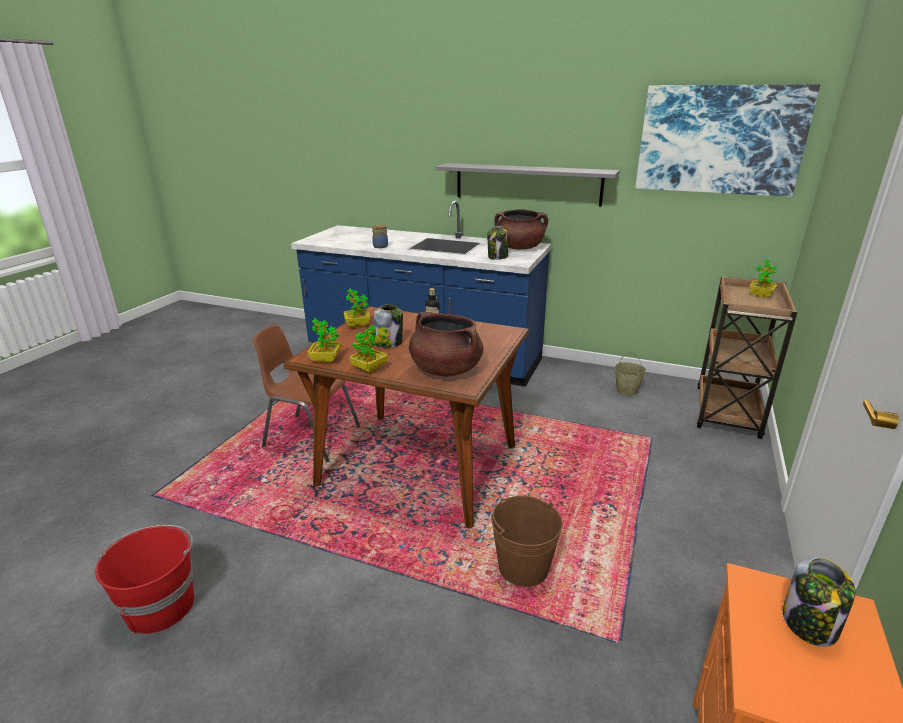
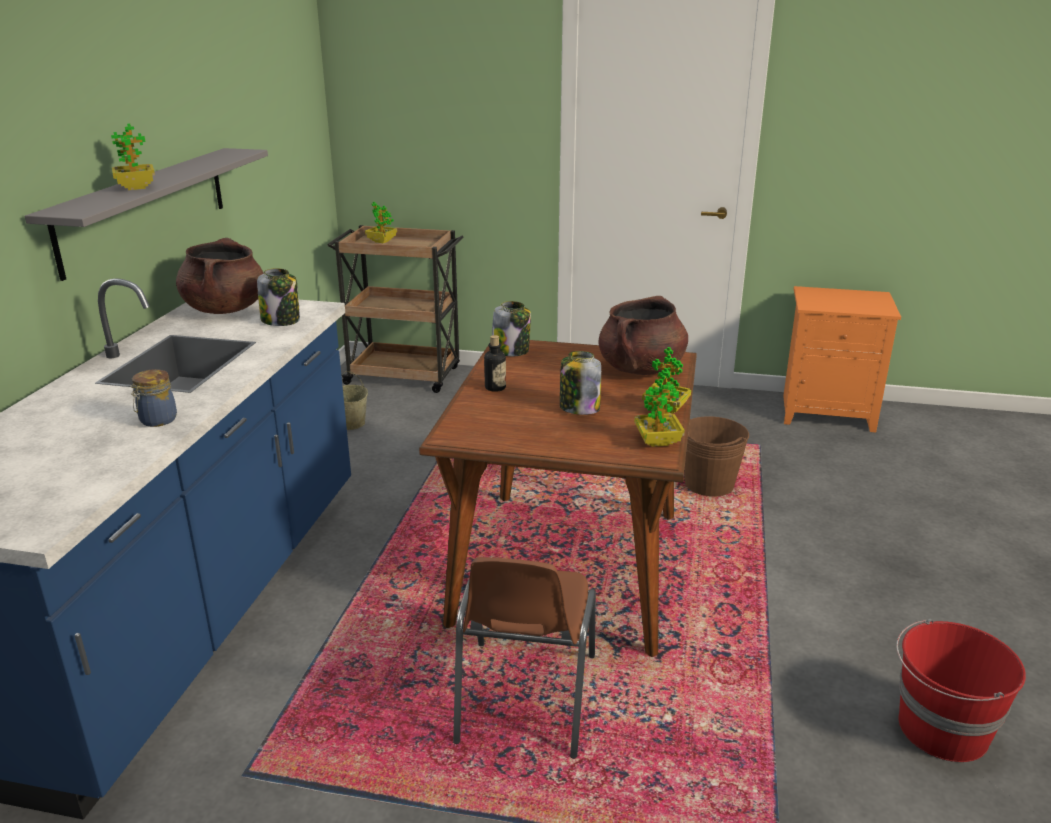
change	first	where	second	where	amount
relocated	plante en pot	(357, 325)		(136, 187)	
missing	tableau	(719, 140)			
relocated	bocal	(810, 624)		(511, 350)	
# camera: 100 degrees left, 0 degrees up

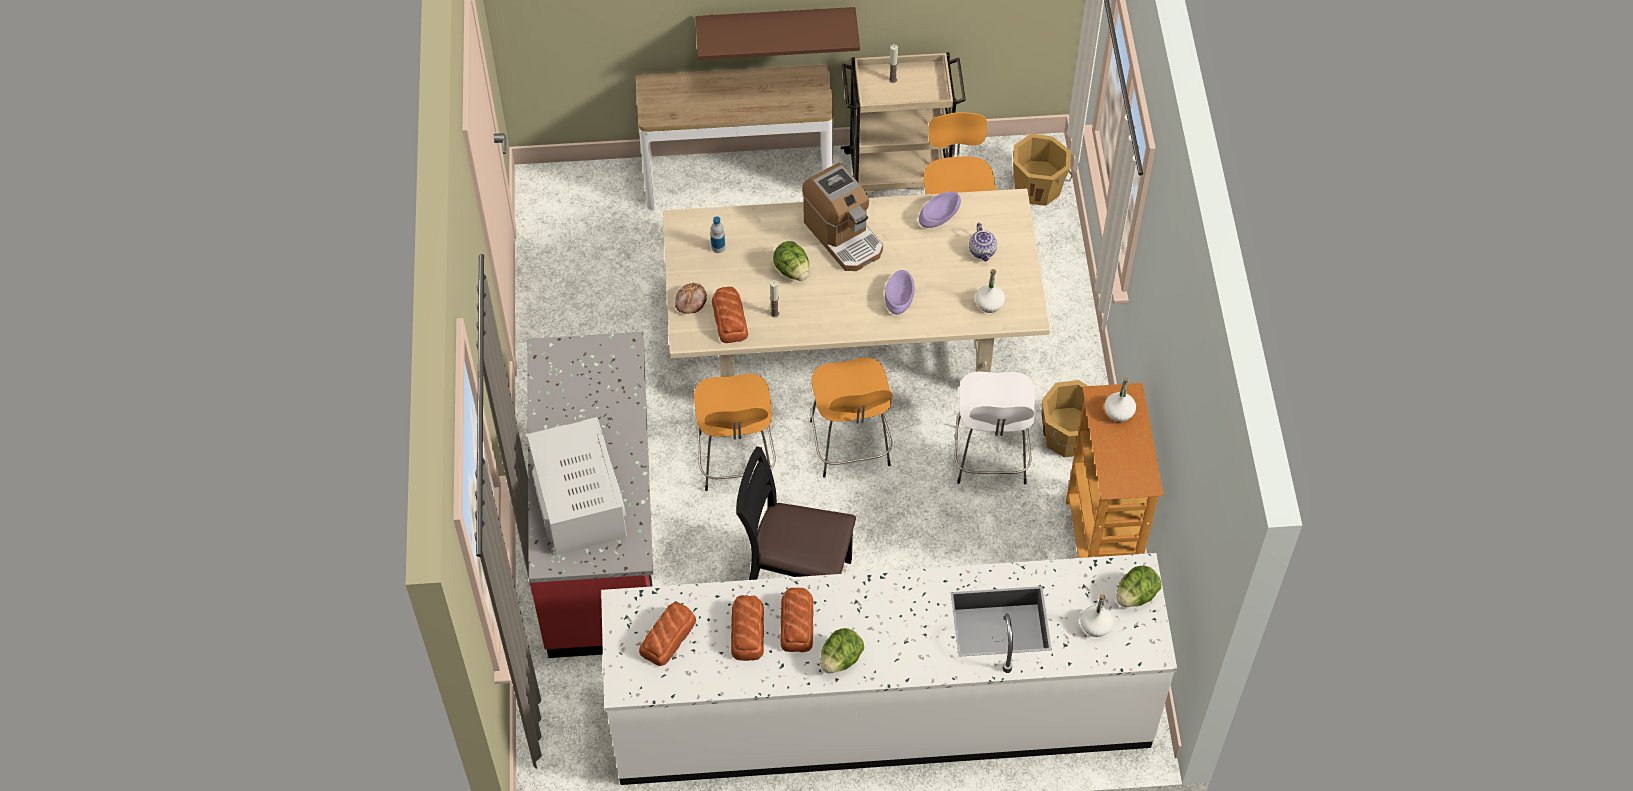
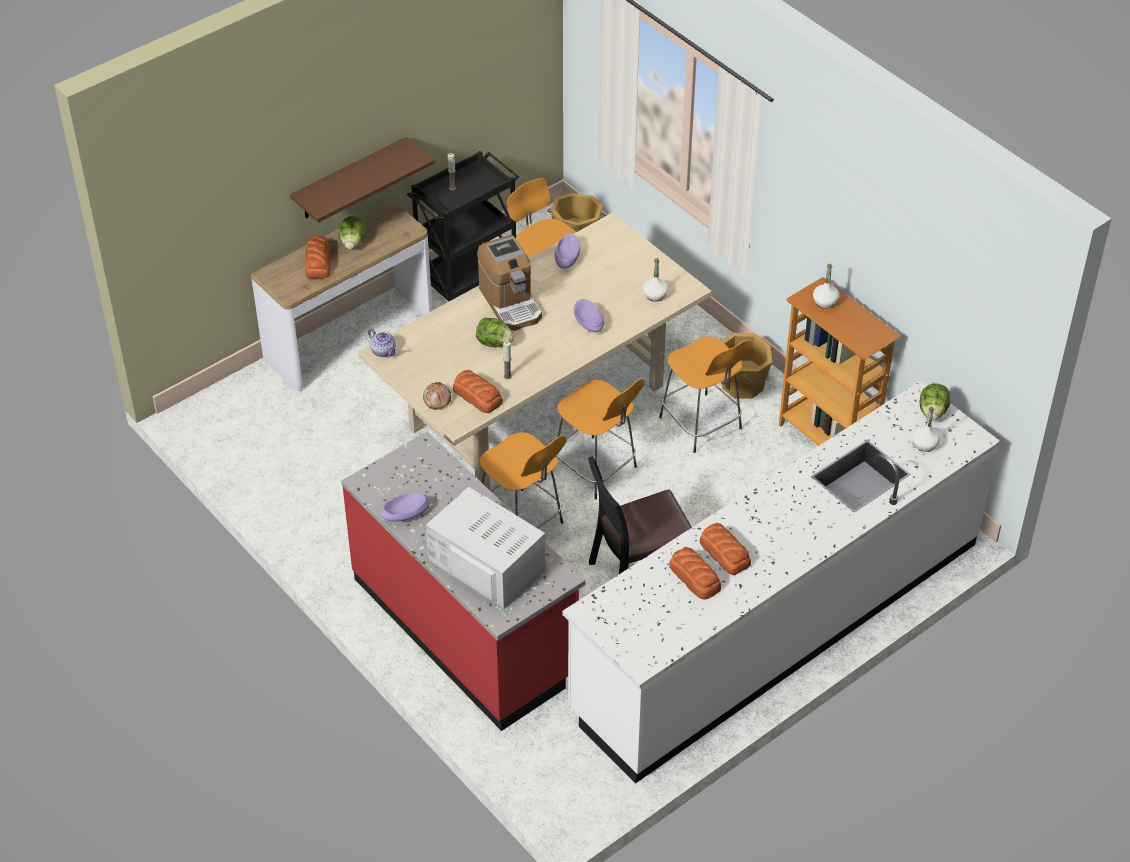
change	first	where	second	where	amount
relocated	pain	(668, 636)		(318, 262)	
missing	bouteille	(718, 247)			
spun	machine à café	(843, 236)		(510, 303)	45 degrees clockwise
relocated	laitue	(841, 659)		(353, 243)	
colour	chariot [beige]	(899, 172)	chariot [noir]	(467, 277)	
colour	tabouret [blanc]	(990, 458)	tabouret [orange]	(702, 425)	
relocated	théière	(983, 251)		(384, 351)	
appeared			bol [violet]	(405, 514)	
# camera: 35 degrees left, 10 degrees down

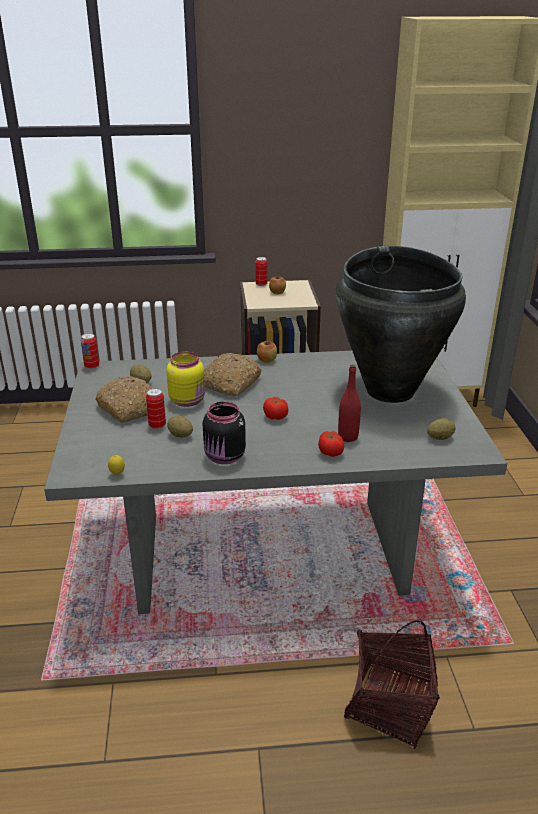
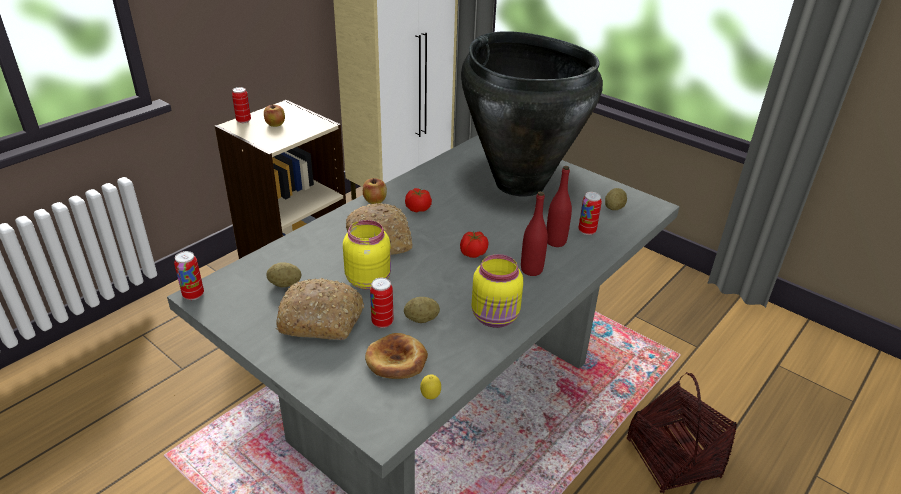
change	first	where	second	where	amount
colour	bocal [noir]	(225, 457)	bocal [jaune]	(496, 317)	
relocated	tomate	(330, 453)		(418, 209)	
appeared			pain	(396, 360)	
appeared			bouteille [rouge]	(531, 270)	
appeared			boîte métallique	(587, 231)	
# camera: 45 degrees left, 5 degrees up

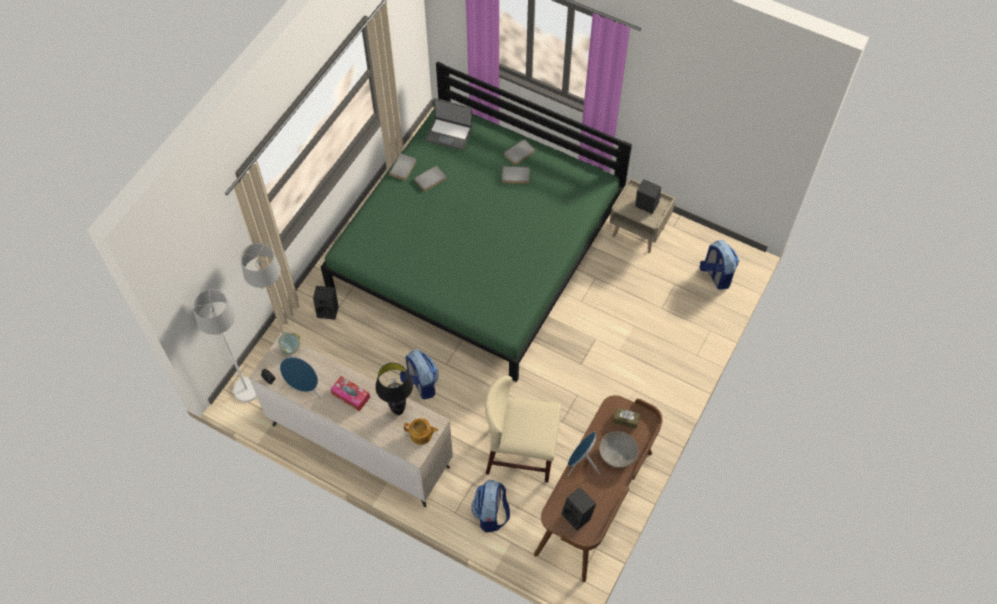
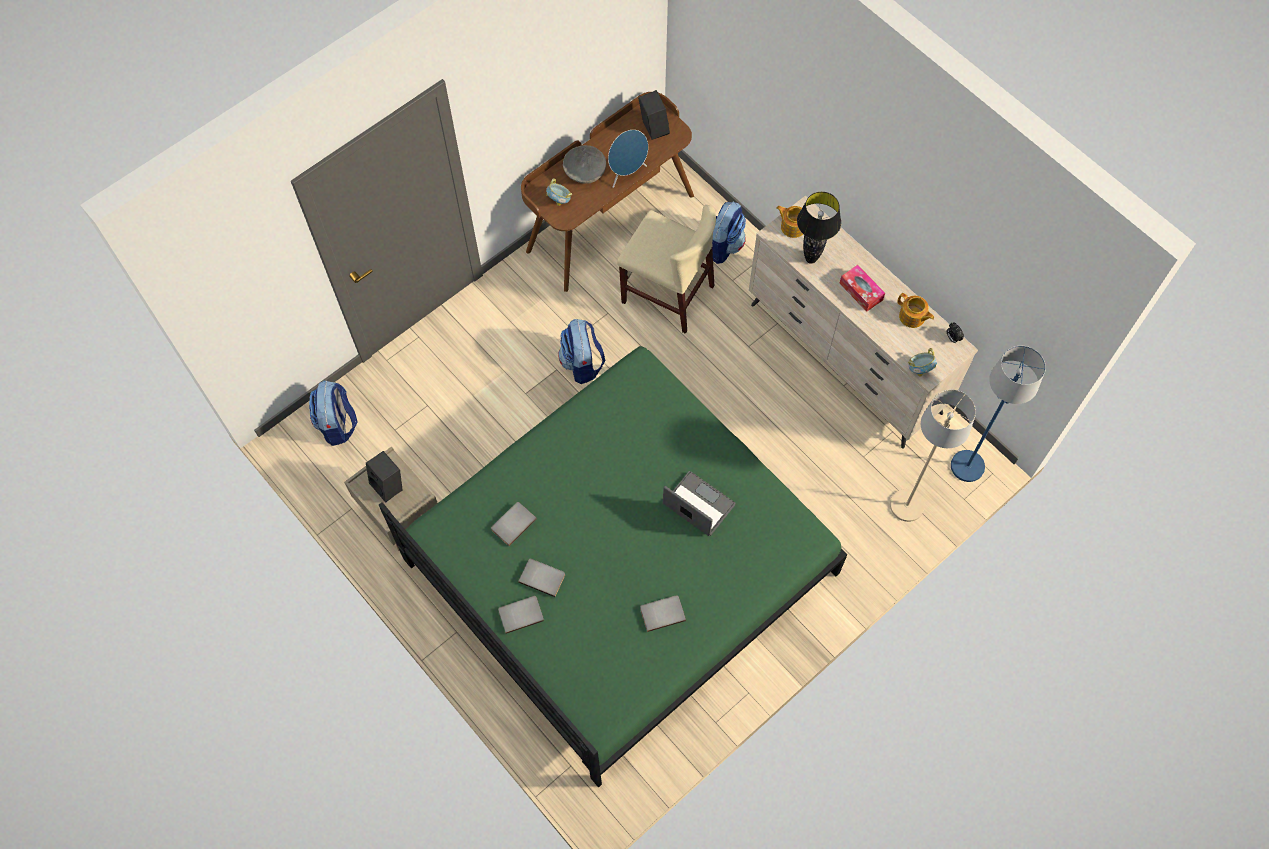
change	first	where	second	where	amount
colour	lampadaire [blanc]	(246, 390)	lampadaire [bleu]	(967, 466)	
exchanged	enceinte [bleu]	(305, 387)	théière	(912, 317)	
missing	enceinte [noir]	(328, 310)			
relocated	livre [gris]	(404, 168)		(512, 523)	
relocated	sac à dos	(421, 384)		(582, 364)	
relocated	ordinateur portable	(449, 133)		(698, 505)	
exchanged	boîte à mouchoirs [marron]	(625, 420)	bol	(559, 200)	
# camera: 160 degrees left, 5 degrees up

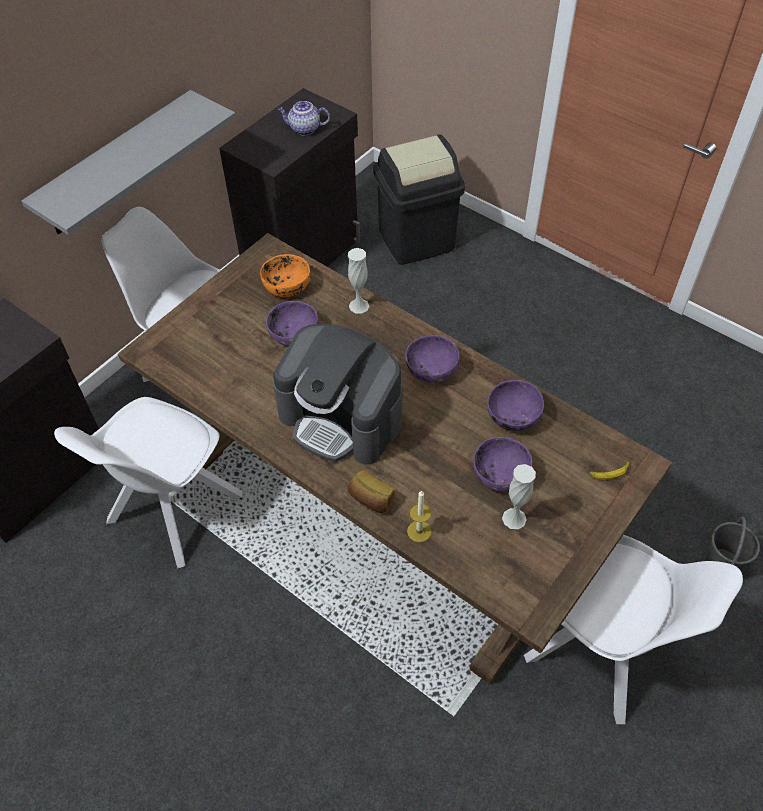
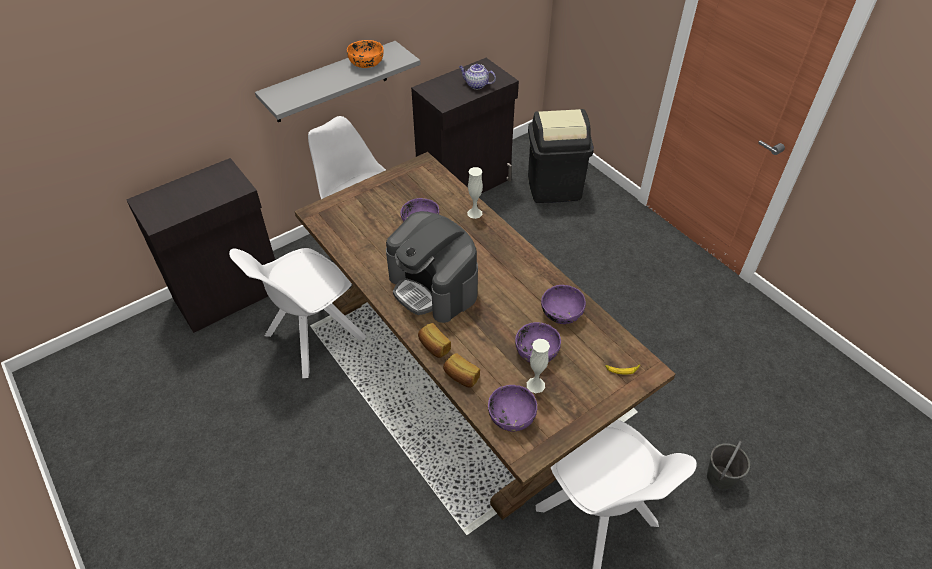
change	first	where	second	where	amount
relocated	bol [orange]	(287, 286)		(367, 63)	
relocated	bol [violet]	(431, 369)		(511, 416)	
exchanged	bougie	(419, 531)	pain	(461, 377)	
# camera: 15 degrees right, 5 degrees down

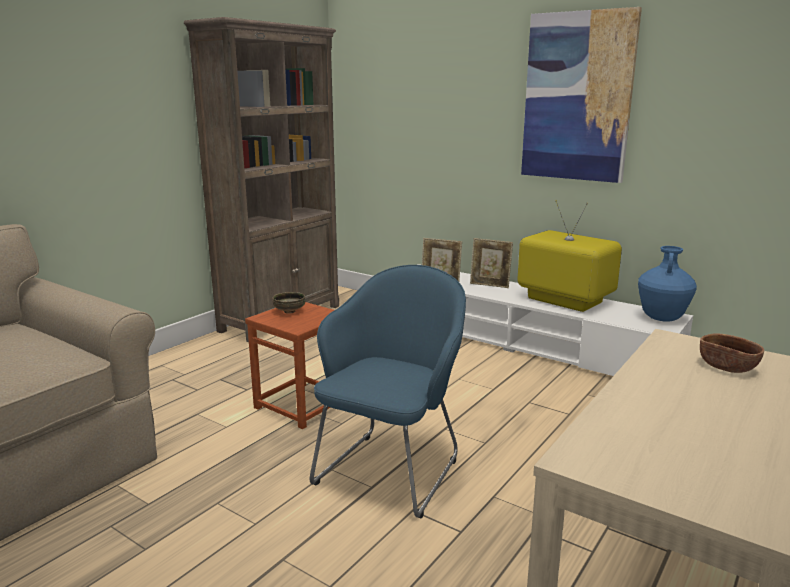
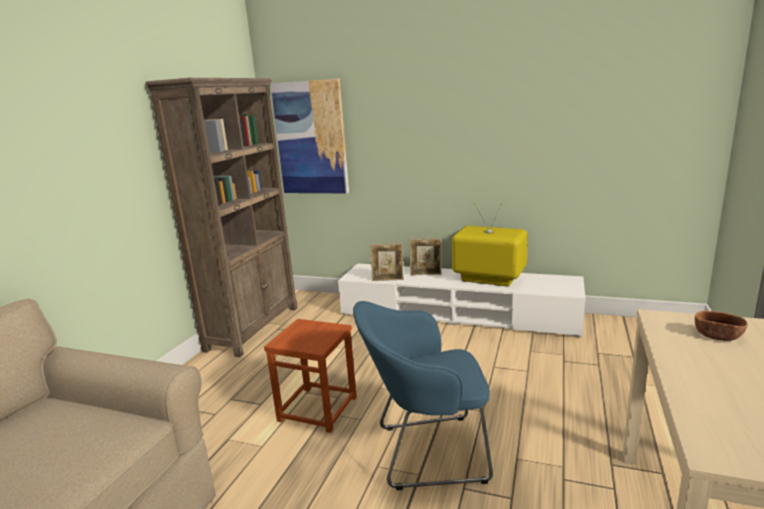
change	first	where	second	where	amount
missing	bol	(289, 312)			
spun	fauteuil [bleu]	(392, 468)		(425, 452)	105 degrees counterclockwise
relocated	tableau	(577, 97)		(311, 138)	
missing	vase [bleu]	(661, 318)			
# camera: 15 degrees left, 0 degrees up

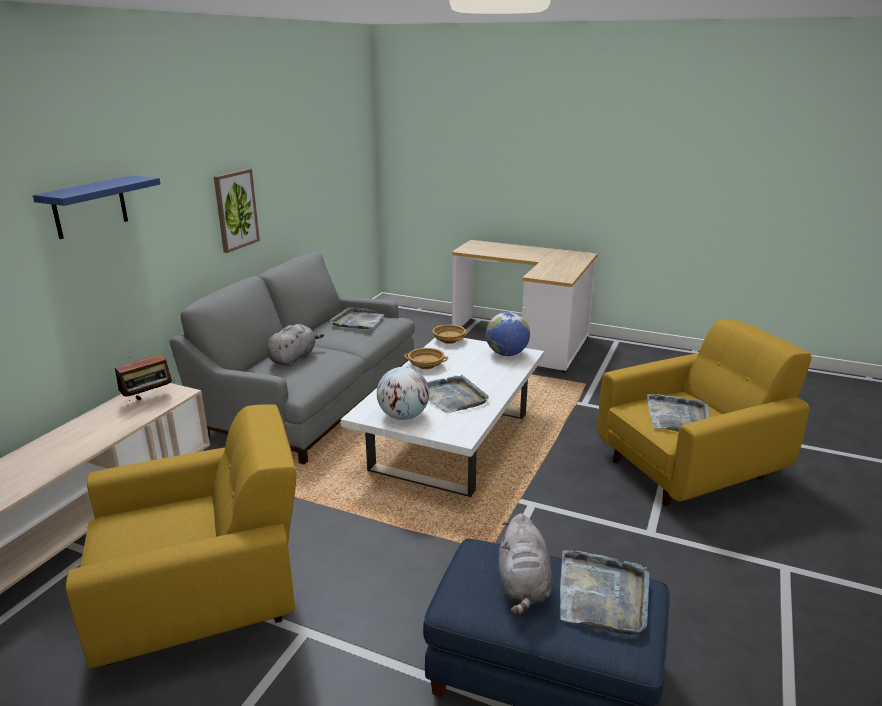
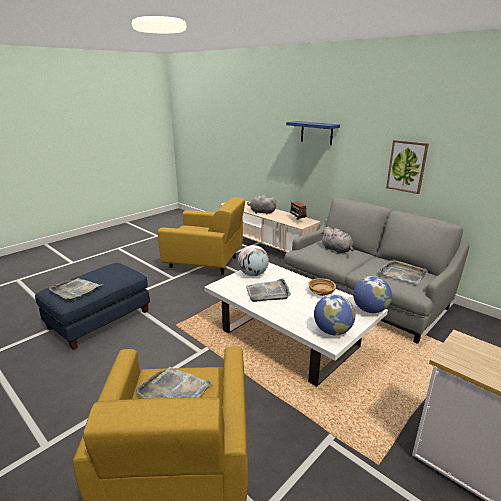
change	first	where	second	where	amount
spun	fauteuil [jaune]	(204, 600)		(206, 263)	75 degrees counterclockwise
exchanged	bol [beige]	(448, 340)	globe	(369, 310)	
relocated	peluche [gris]	(523, 587)		(261, 212)	
# camera: 110 degrees right, 0 degrees up

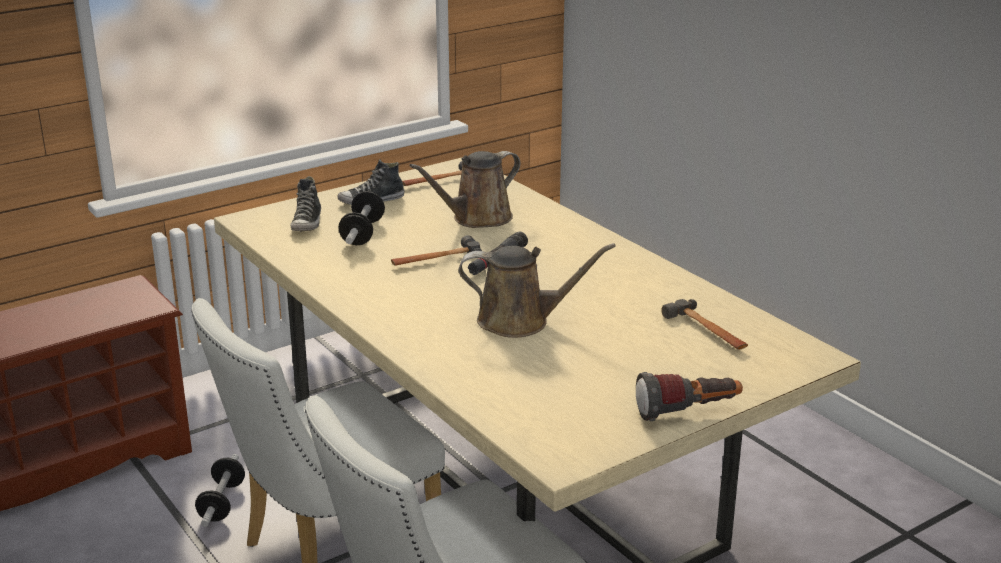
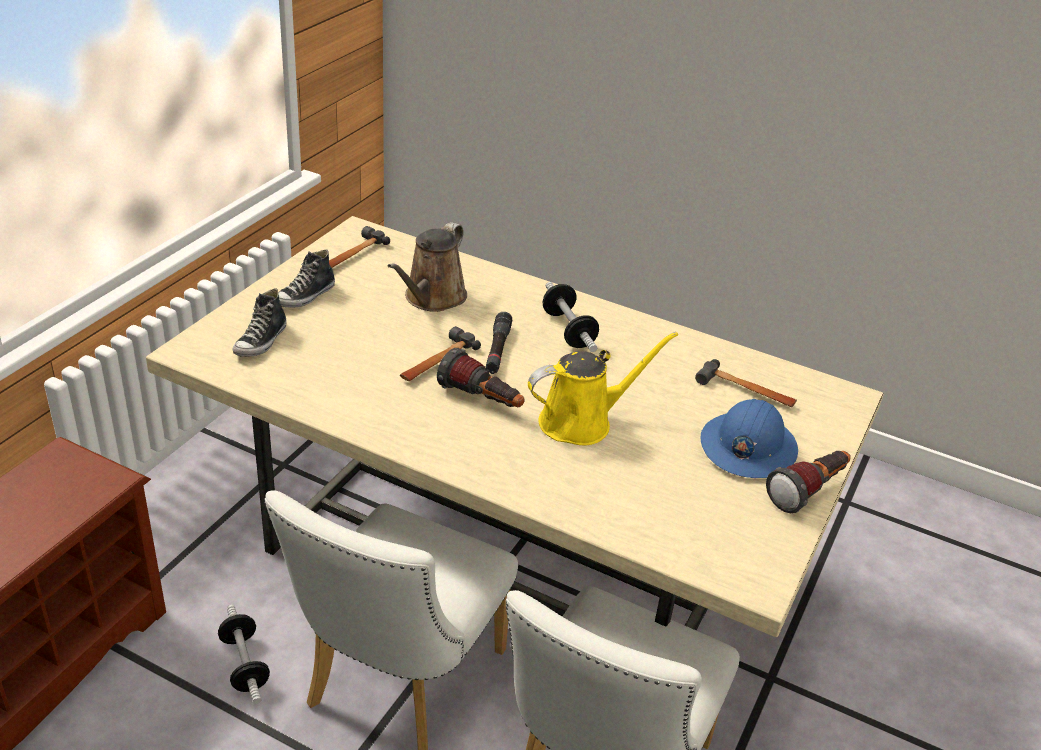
change	first	where	second	where	amount
spun	chaussure	(307, 223)		(261, 341)	45 degrees clockwise
relocated	haltère	(362, 233)		(568, 330)	
colour	arrosoir [marron]	(520, 321)	arrosoir [jaune]	(582, 421)	
appeared			lampe de poche	(482, 400)	
appeared			casque de chantier [bleu]	(747, 447)	
# camera: 30 degrees left, 10 degrees up

